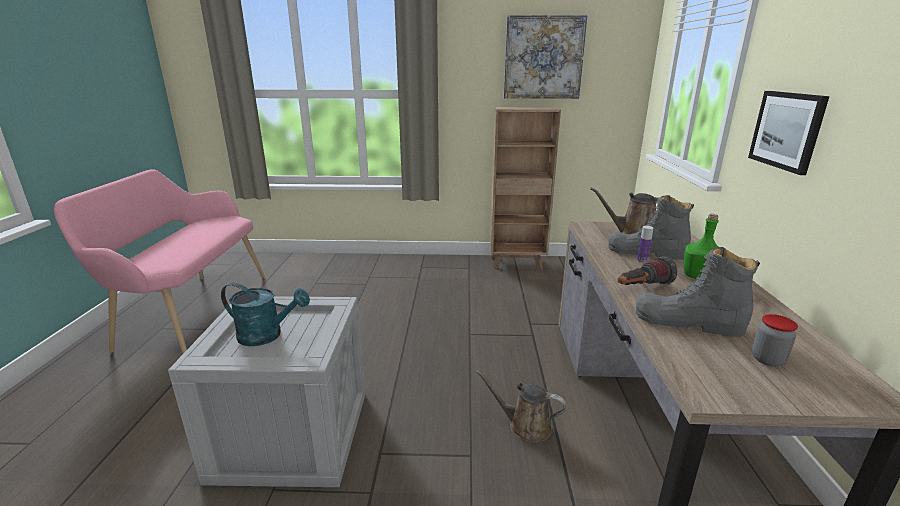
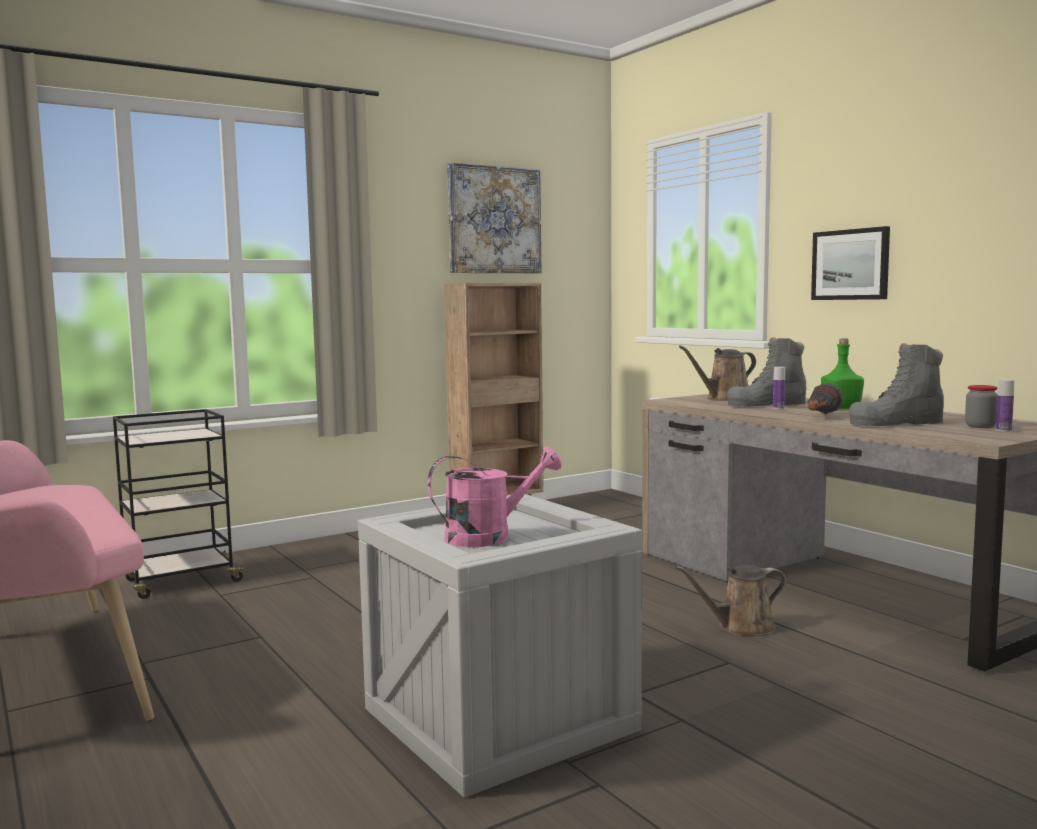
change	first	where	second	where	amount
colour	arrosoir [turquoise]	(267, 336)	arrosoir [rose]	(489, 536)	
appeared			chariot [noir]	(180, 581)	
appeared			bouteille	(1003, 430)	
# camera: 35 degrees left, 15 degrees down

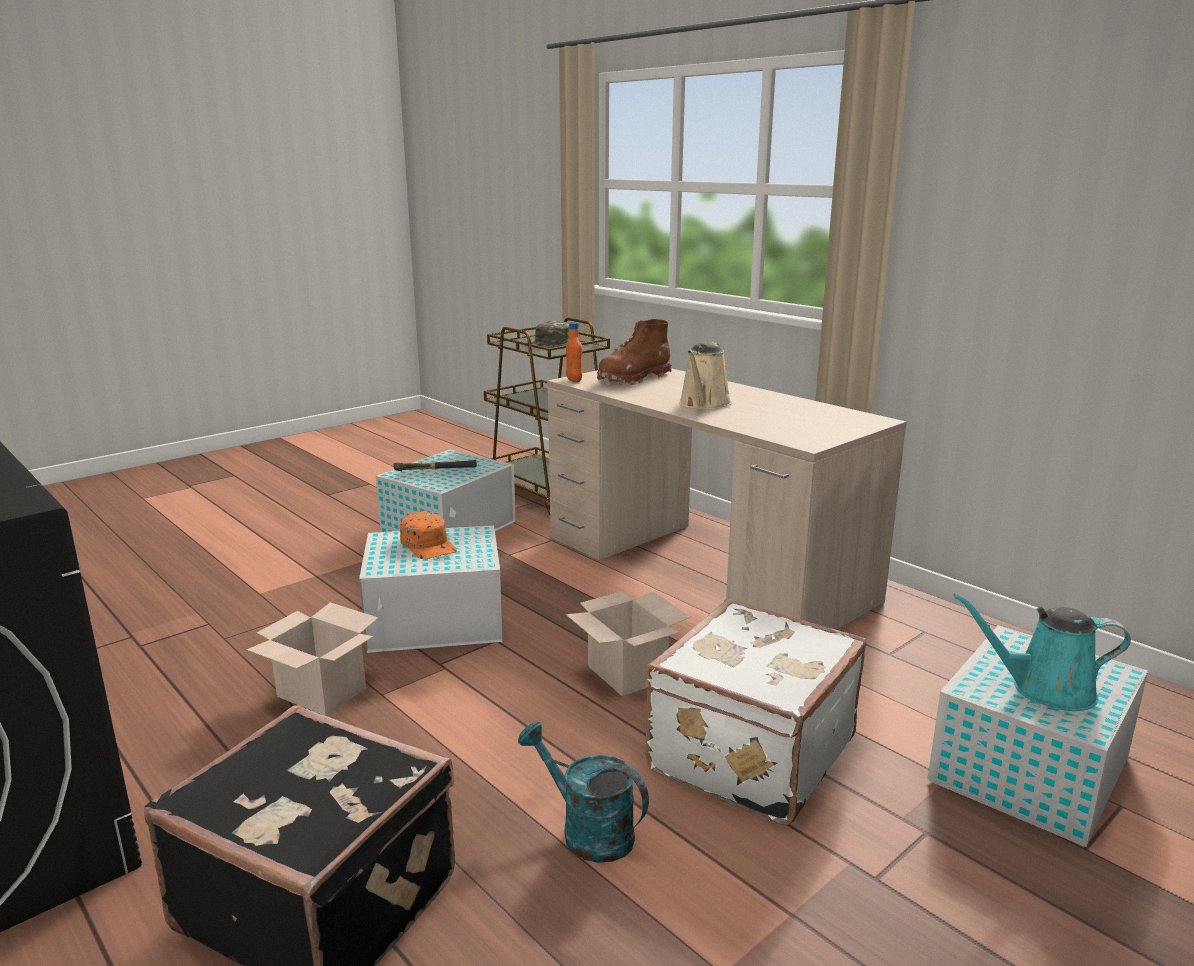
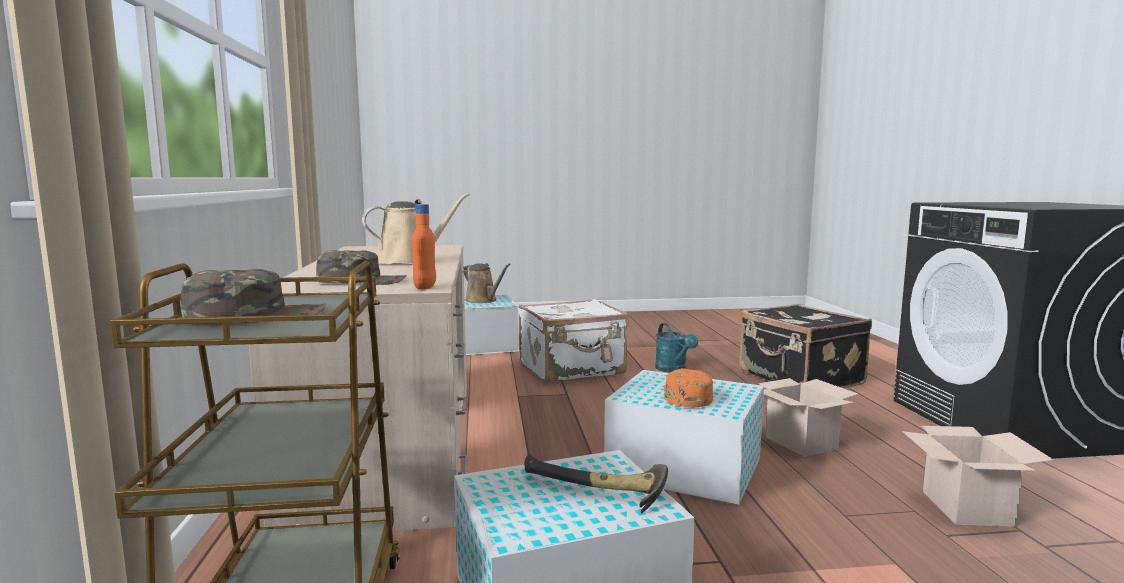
change	first	where	second	where	amount
relocated	carton	(629, 674)		(964, 507)	
exchanged	botte [marron]	(633, 378)	casquette [vert]	(362, 281)	
colour	arrosoir [turquoise]	(1044, 689)	arrosoir [marron]	(483, 300)	
# camera: 145 degrees left, 10 degrees down

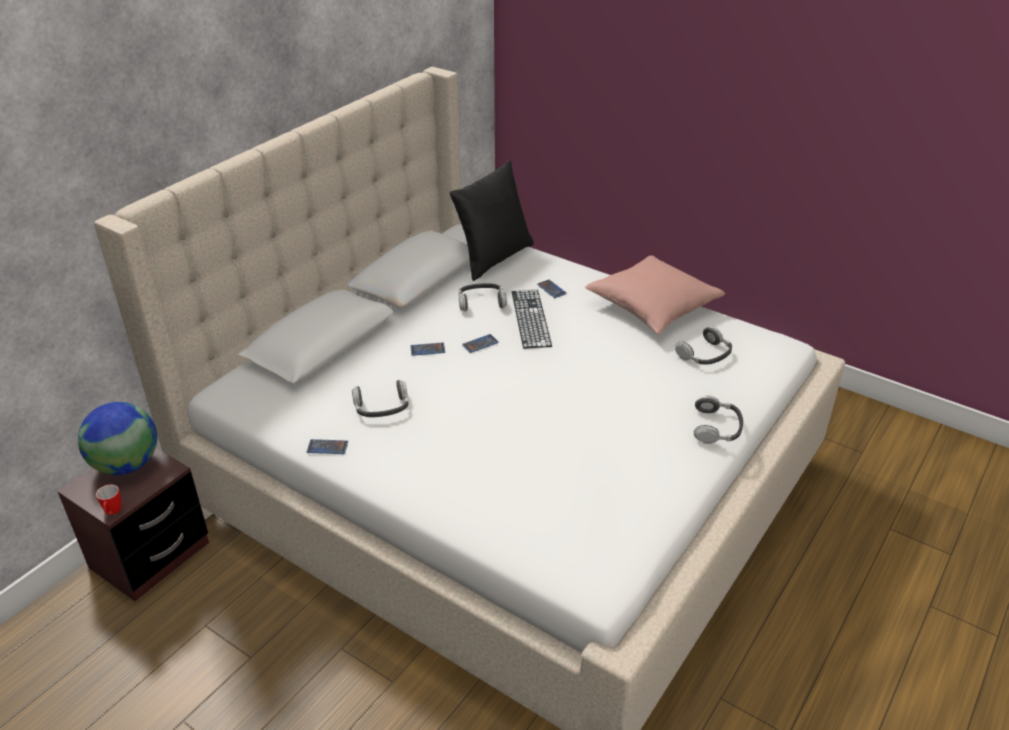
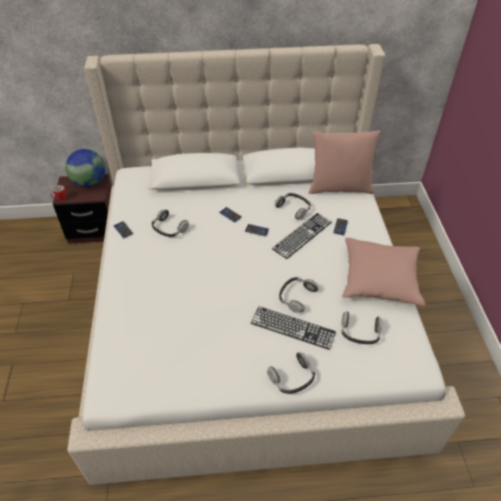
change	first	where	second	where	amount
colour	coussin [noir]	(493, 258)	coussin [rose]	(339, 187)	
appeared			clavier	(293, 327)	
appeared			casque audio	(296, 296)	
# camera: 50 degrees right, 10 degrees up

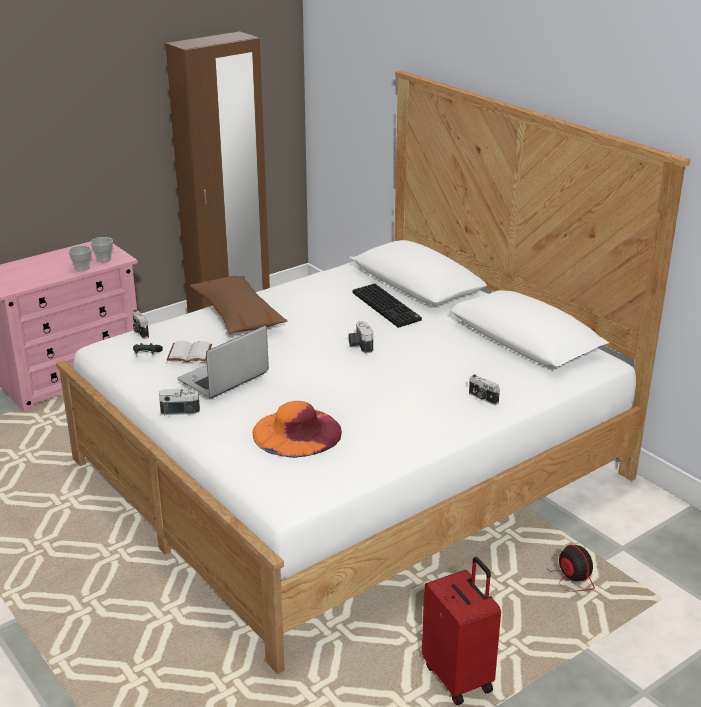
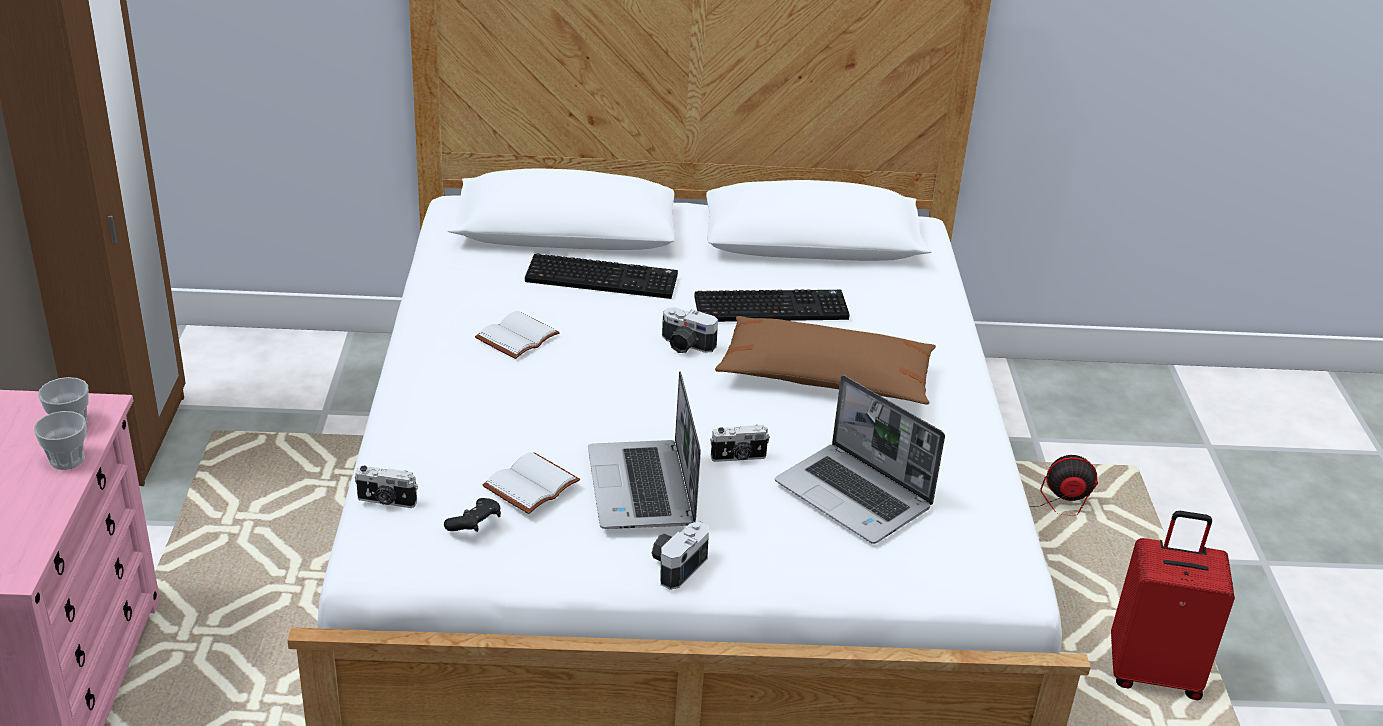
change	first	where	second	where	amount
relocated	coussin [marron]	(237, 315)		(825, 378)	
exchanged	chapeau [orange]	(297, 432)	ordinateur portable	(855, 496)	
relocated	appareil photo	(482, 398)		(738, 457)	
appeared			livre [blanc]	(516, 336)	
appeared			clavier	(772, 307)	
# camera: 55 degrees left, 5 degrees up

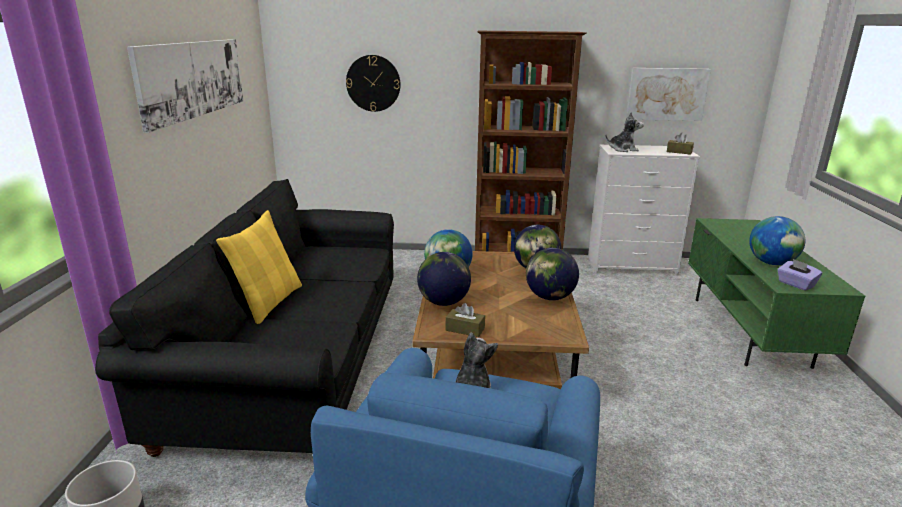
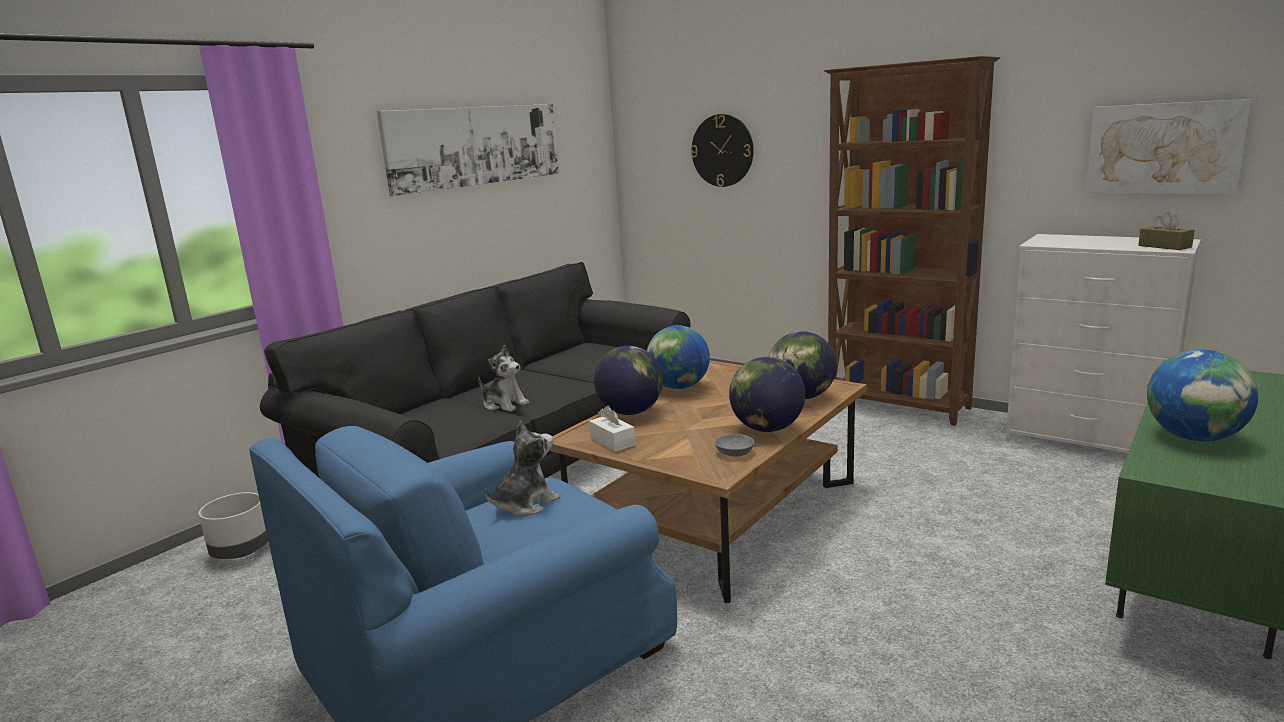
change	first	where	second	where	amount
missing	coussin [jaune]	(269, 303)			
colour	boîte à mouchoirs [marron]	(465, 329)	boîte à mouchoirs [blanc]	(612, 442)	
relocated	peluche	(623, 149)		(504, 404)	
missing	boîte à mouchoirs [violet]	(795, 284)			
appeared			bol [gris]	(733, 453)	
# camera: 35 degrees right, 5 degrees down

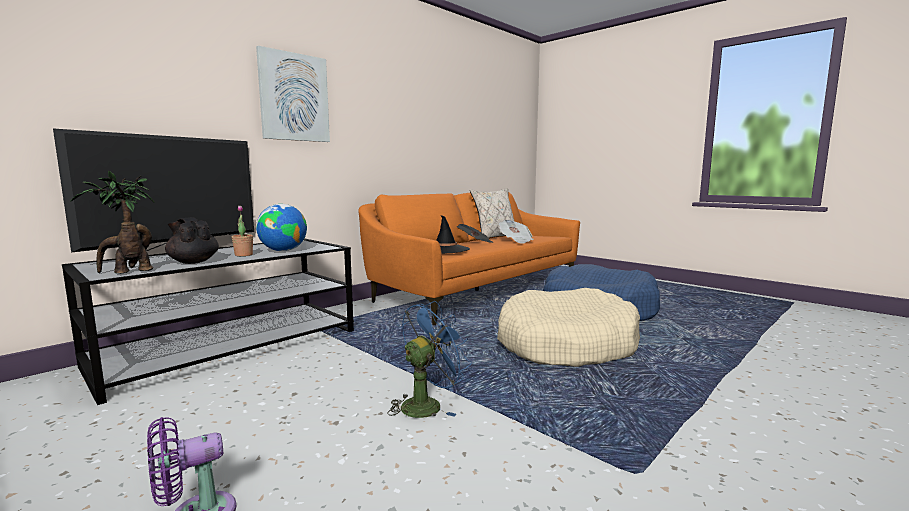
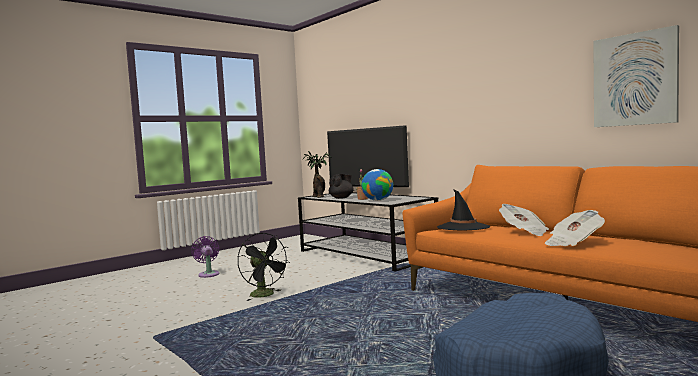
change	first	where	second	where	amount
relocated	tableau	(294, 97)		(634, 79)	
colour	ventilateur [bleu]	(427, 404)	ventilateur [noir]	(265, 295)	
missing	coussin [beige]	(495, 237)			
missing	panier pour chien [beige]	(566, 345)			
# camera: 95 degrees right, 5 degrees down

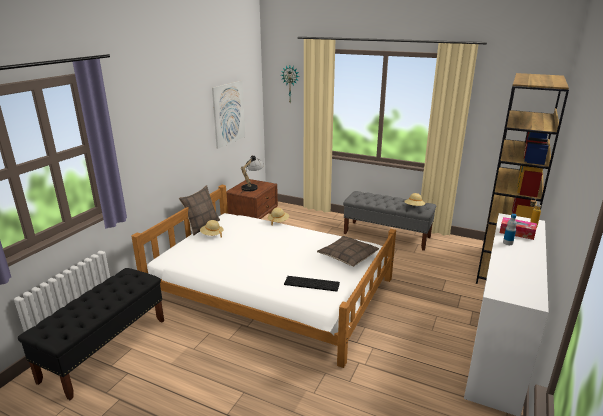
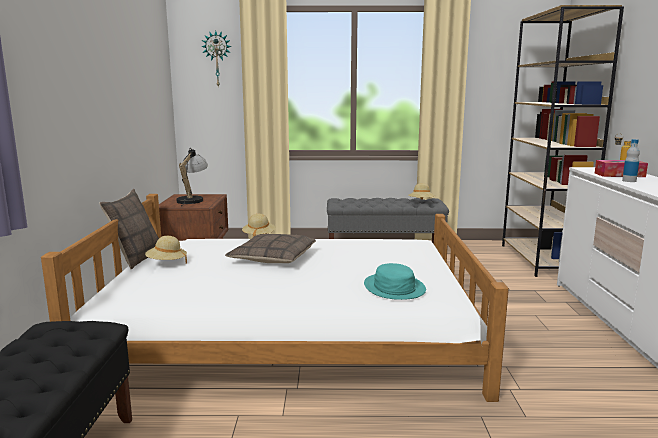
change	first	where	second	where	amount
missing	tableau	(229, 113)			
exchanged	clavier	(311, 284)	chapeau [turquoise]	(394, 288)	
relocated	coussin	(347, 256)		(272, 257)	
# camera: 25 degrees left, 10 degrees down

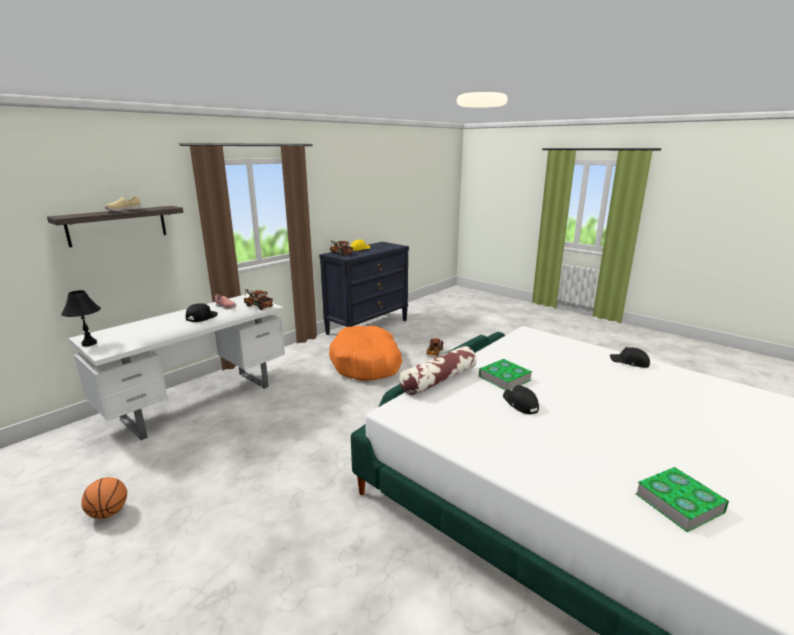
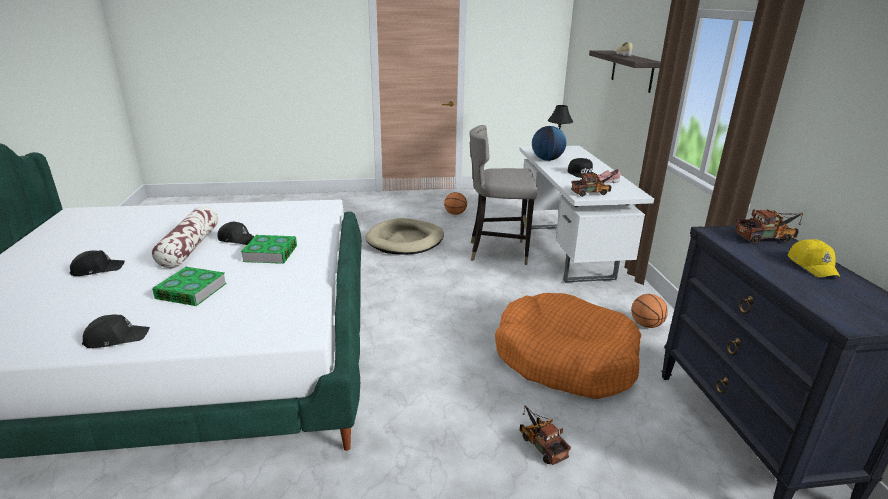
change	first	where	second	where	amount
relocated	coussin	(438, 380)		(190, 247)	
relocated	livre	(679, 503)		(191, 291)	
appeared			casquette [noir]	(97, 269)	
appeared			panier pour chien [beige]	(405, 240)	
appeared			tabouret [gris]	(497, 252)	
appeared			globe	(547, 160)	
appeared			ballon de basket	(646, 325)	
# camera: 130 degrees right, 5 degrees up

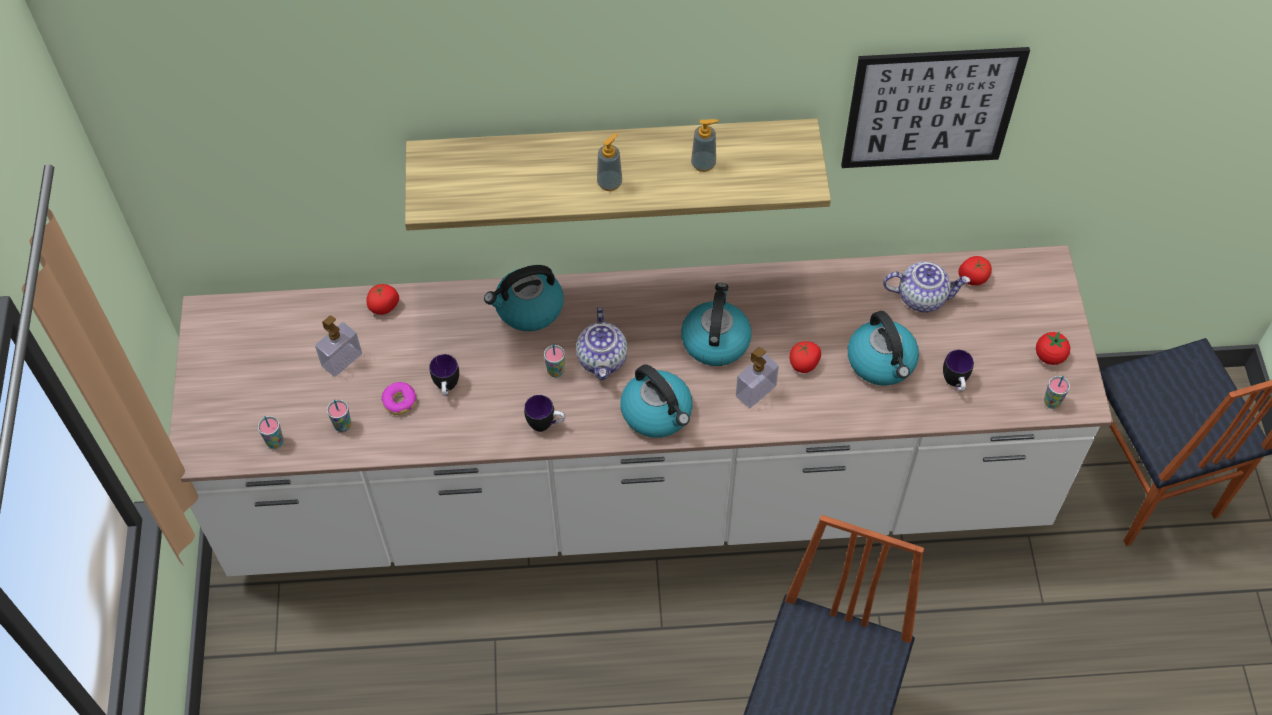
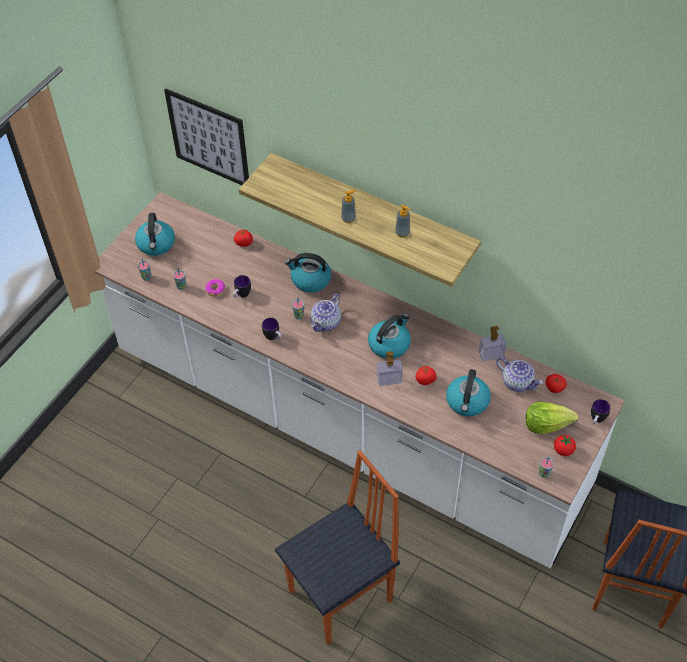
change	first	where	second	where	amount
relocated	distributeur de savon	(342, 360)		(491, 354)	
relocated	bouilloire	(657, 413)		(156, 244)	
relocated	tableau	(931, 108)		(208, 138)	
relocated	mug	(955, 384)		(596, 420)	
appeared			laitue	(547, 424)	
# camera: 35 degrees right, 5 degrees down

